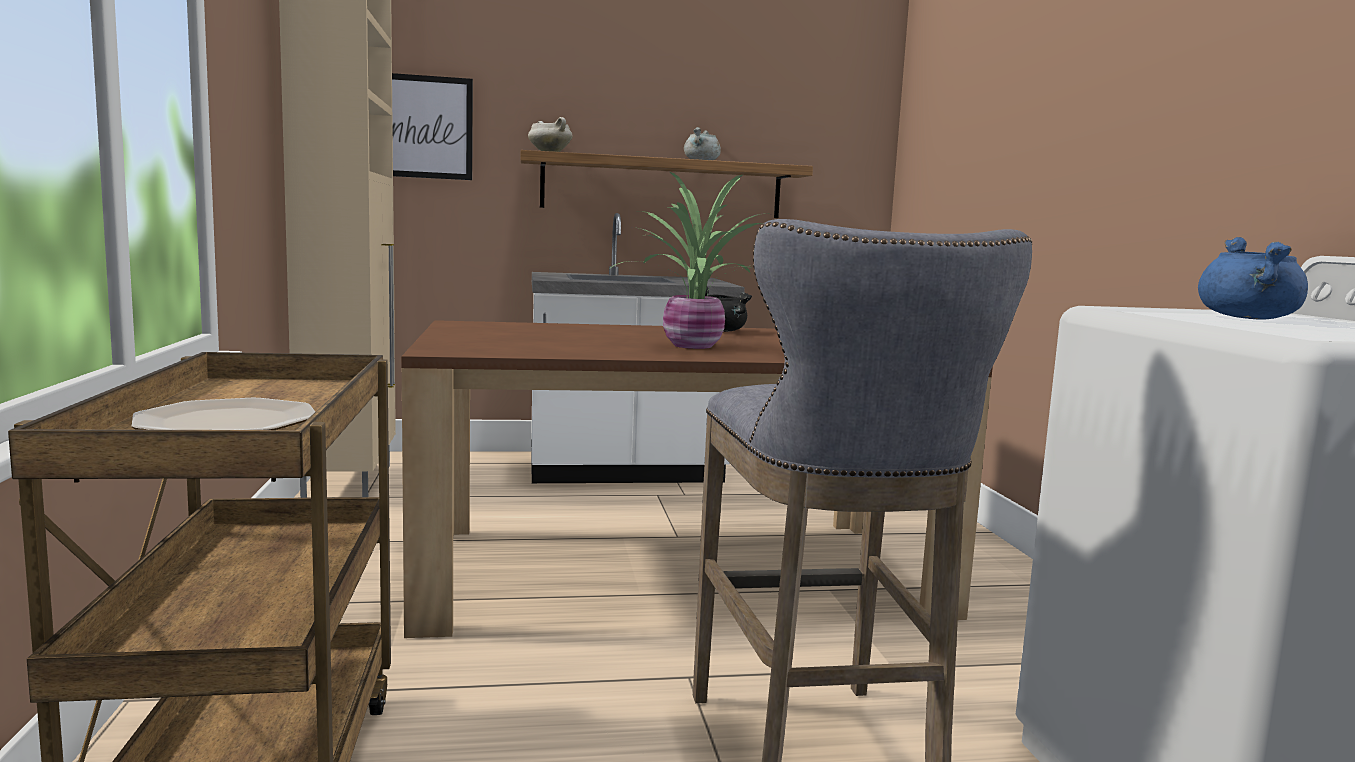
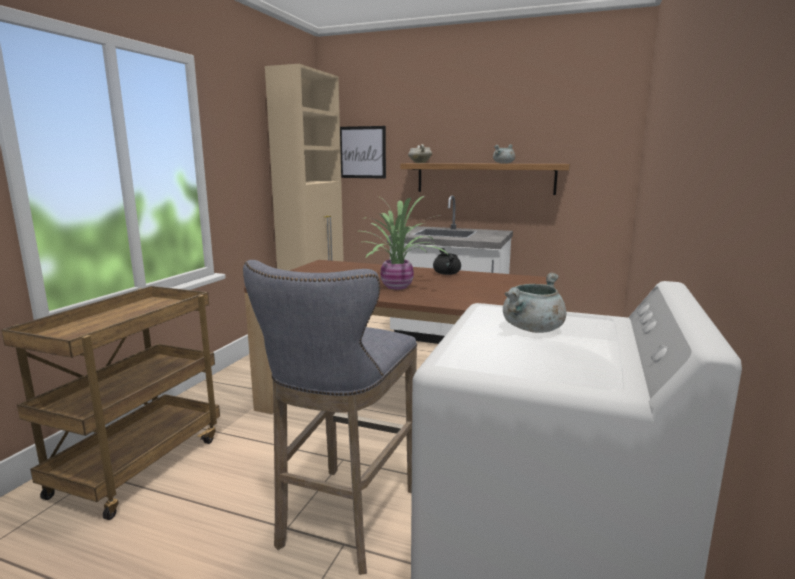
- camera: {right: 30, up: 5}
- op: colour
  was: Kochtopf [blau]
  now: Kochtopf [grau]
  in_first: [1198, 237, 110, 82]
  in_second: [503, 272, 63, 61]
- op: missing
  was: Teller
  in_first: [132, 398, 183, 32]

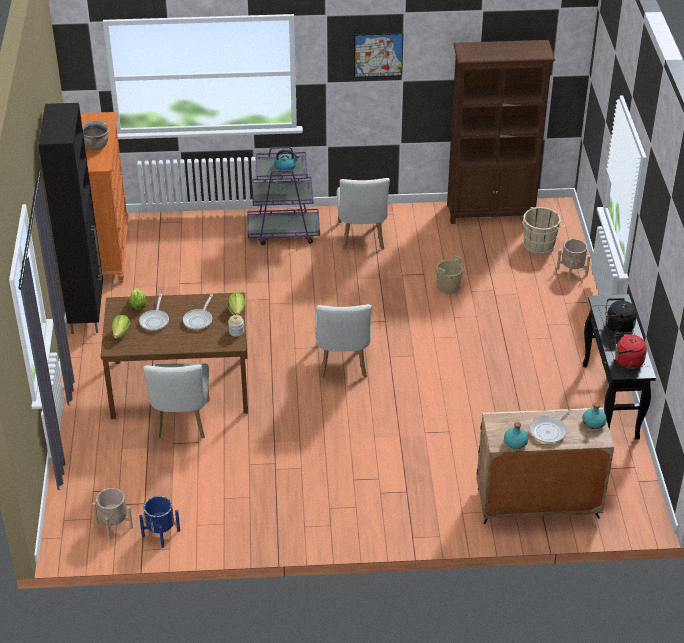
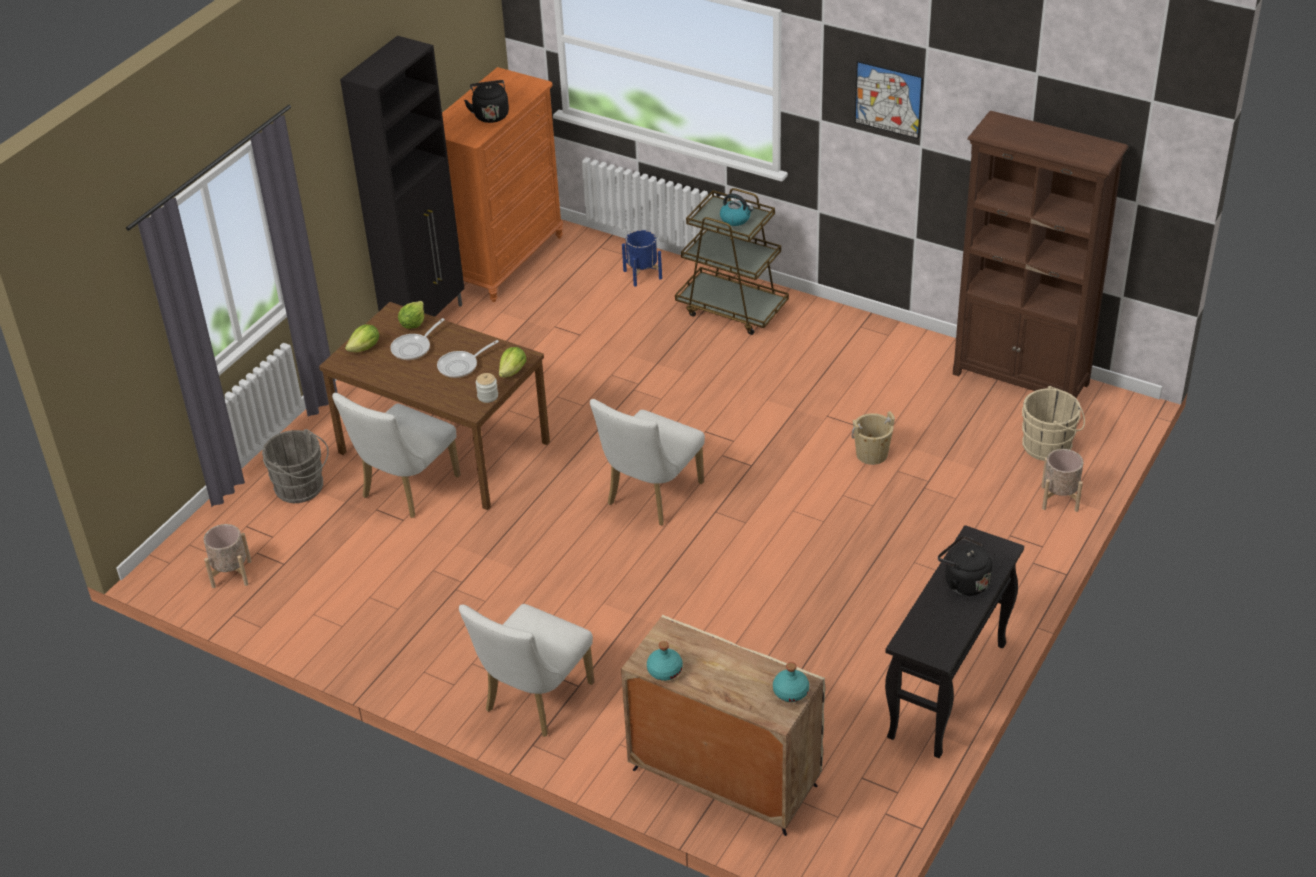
- camera: {right: 35, up: 0}
- op: appeared
  now: Eimer [grau]
  in_second: [262, 429, 67, 74]
- op: relocated
  was: Stuhl [weiß]
  in_first: [337, 178, 53, 73]
  in_second: [459, 604, 136, 132]
- op: exchanged
  was: Kochtopf [braun]
  now: Wasserkessel [schwarz]
  in_first: [82, 121, 27, 29]
  in_second: [464, 80, 45, 43]
- op: relocated
  was: Pflanzkübel [blau]
  in_first: [139, 496, 41, 52]
  in_second: [622, 230, 40, 57]
- op: colour
  was: Rollwagen [lila]
  now: Rollwagen [braun]
  in_first: [247, 147, 73, 98]
  in_second: [675, 188, 114, 147]
- op: missing
  was: Pfanne
  in_first: [530, 409, 41, 34]
- op: missing
  was: Wasserkessel [rot]
  in_first: [615, 332, 32, 37]

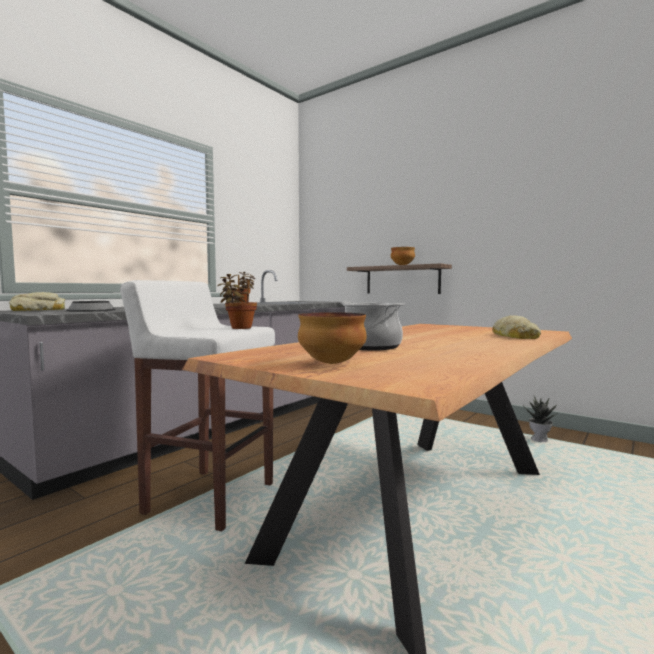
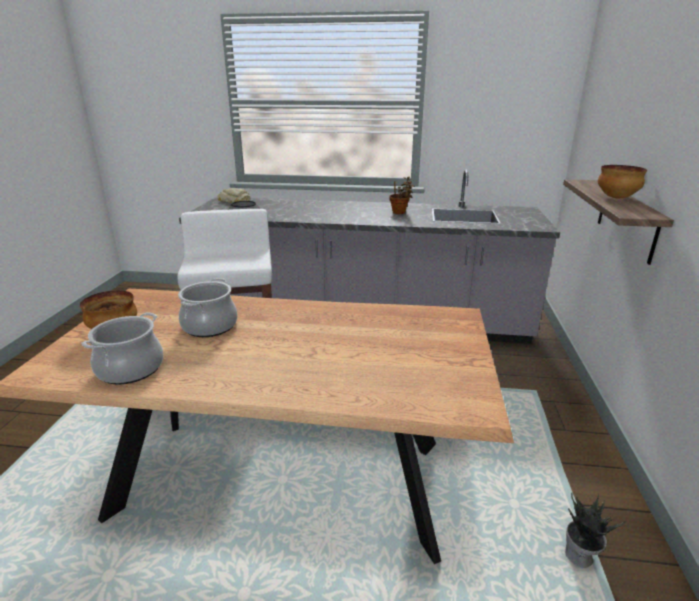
- camera: {right: 60, up: 20}
- op: appeared
  now: Kochtopf
  in_second: [81, 313, 82, 71]
- op: missing
  was: Topfpflanze
  in_first: [217, 274, 40, 55]
- op: missing
  was: Brot
  in_first: [492, 315, 49, 24]

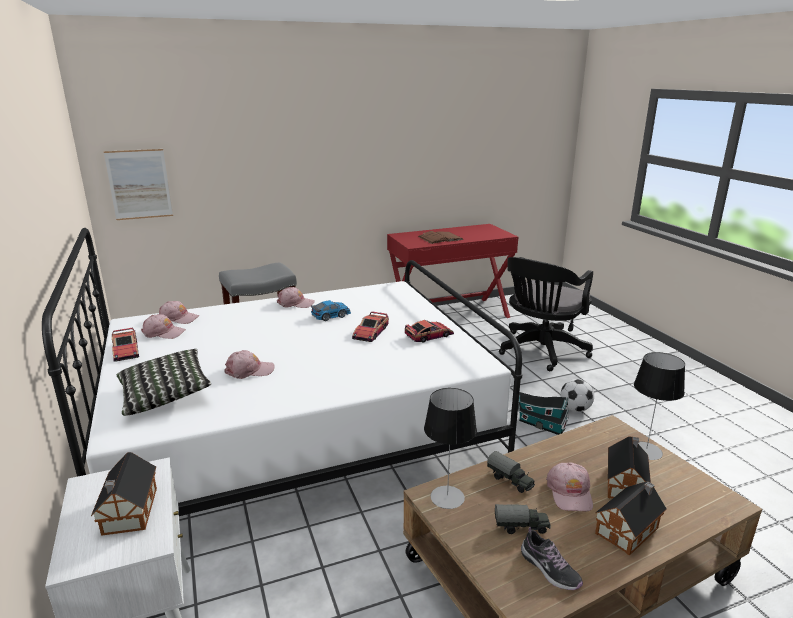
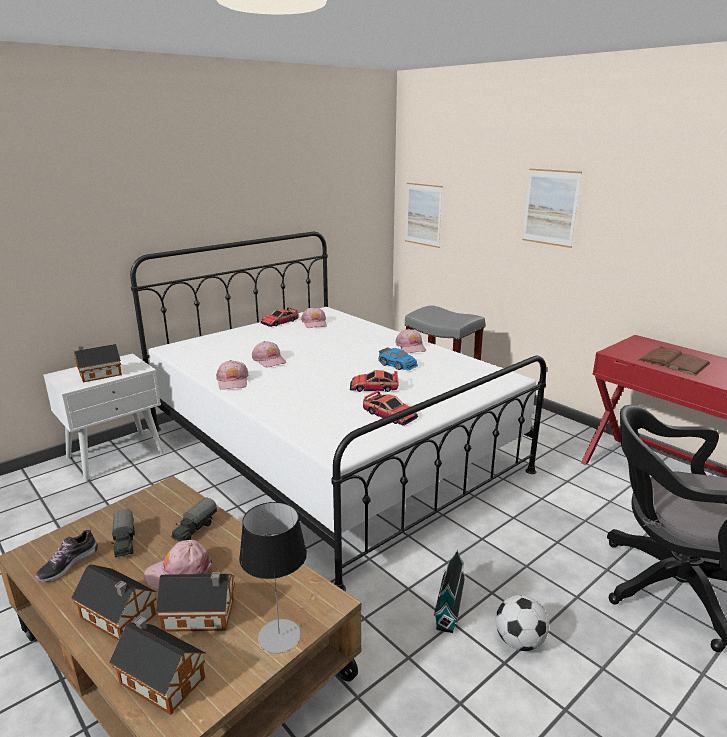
- camera: {right: 70, up: 0}
- op: appeared
  now: Spielzeughaus
  in_second: [109, 616, 97, 99]
- op: relocated
  was: Kappe [rosa]
  in_first: [159, 301, 40, 23]
  in_second: [216, 360, 33, 30]
- op: appeared
  now: Bild
  in_second: [522, 168, 60, 80]
- op: missing
  was: Kissen
  in_first: [117, 349, 94, 67]
- op: missing
  was: Tischlampe
  in_first: [424, 388, 53, 121]

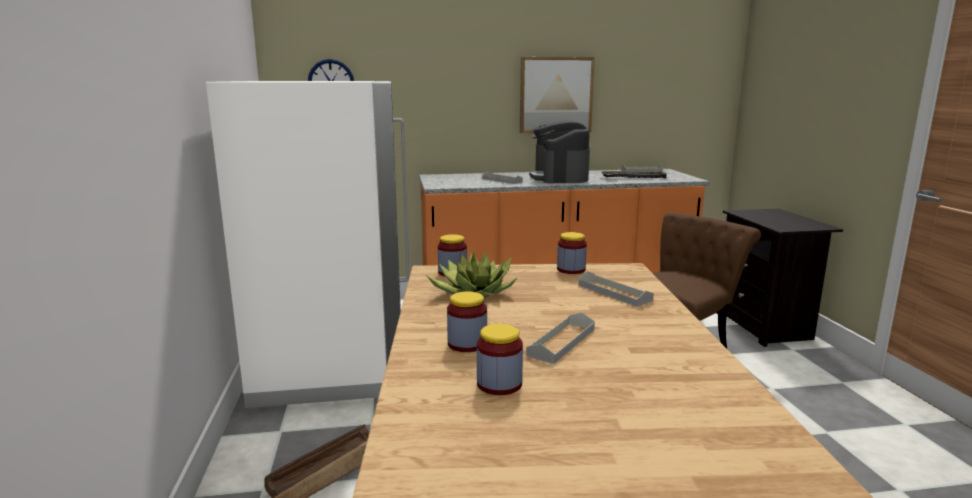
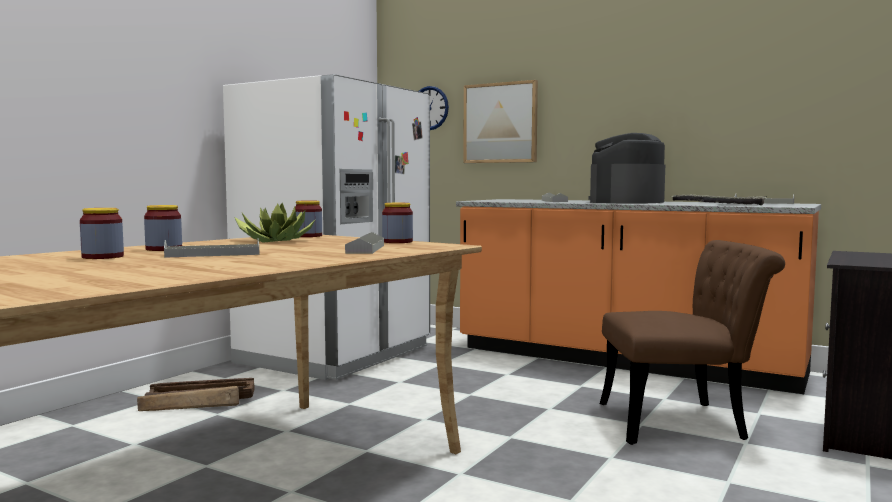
- camera: {right: 40, up: -10}
- op: relocated
  was: Bild
  in_first: [520, 57, 75, 76]
  in_second: [463, 80, 75, 83]

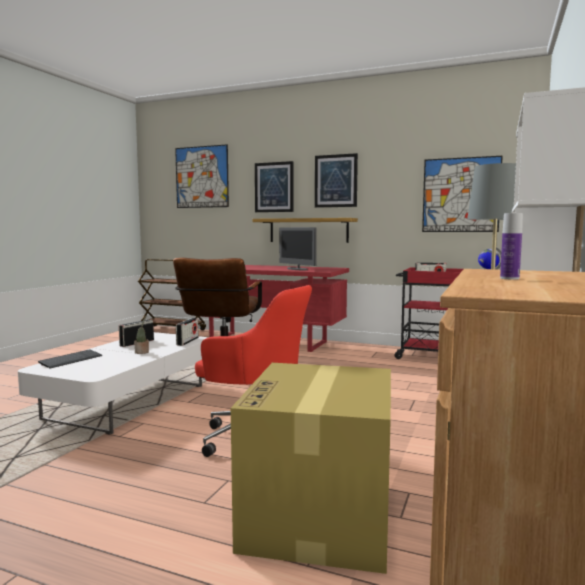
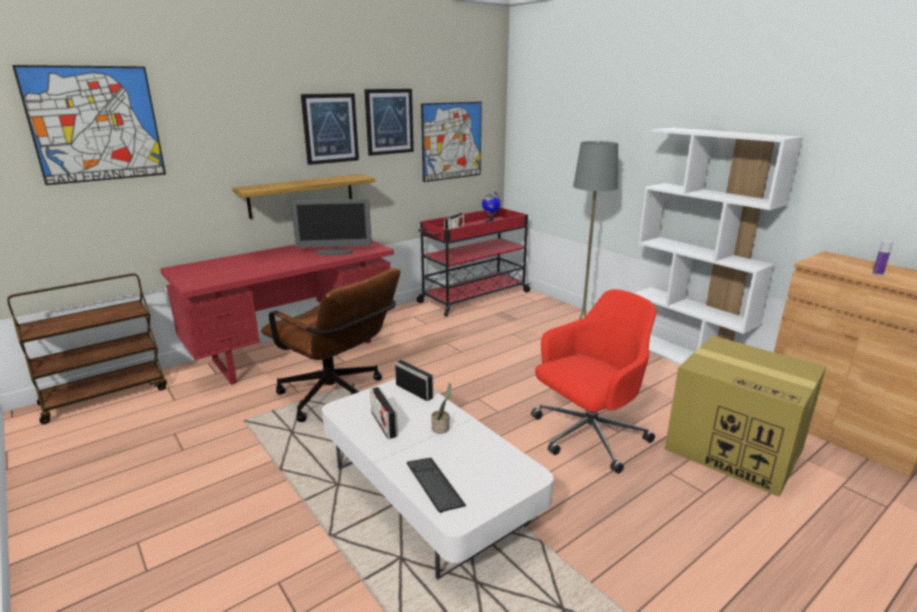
- camera: {right: -60, up: 15}
- op: relocated
  was: Bild
  in_first: [255, 161, 39, 51]
  in_second: [364, 89, 50, 67]

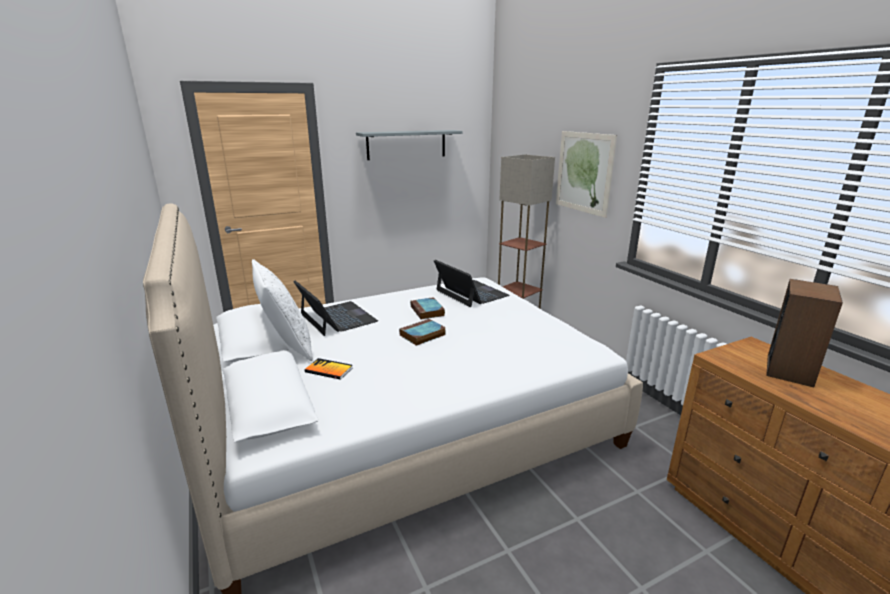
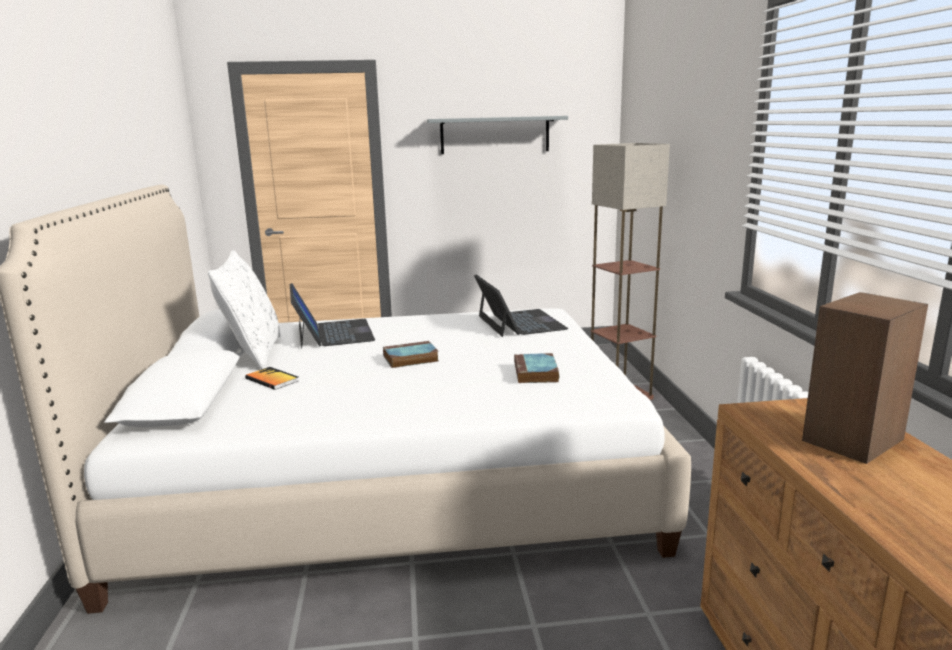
- camera: {right: 20, up: -5}
- op: relocated
  was: Buch
  in_first: [410, 297, 35, 23]
  in_second: [514, 353, 45, 30]
- op: missing
  was: Bild
  in_first: [556, 131, 61, 87]

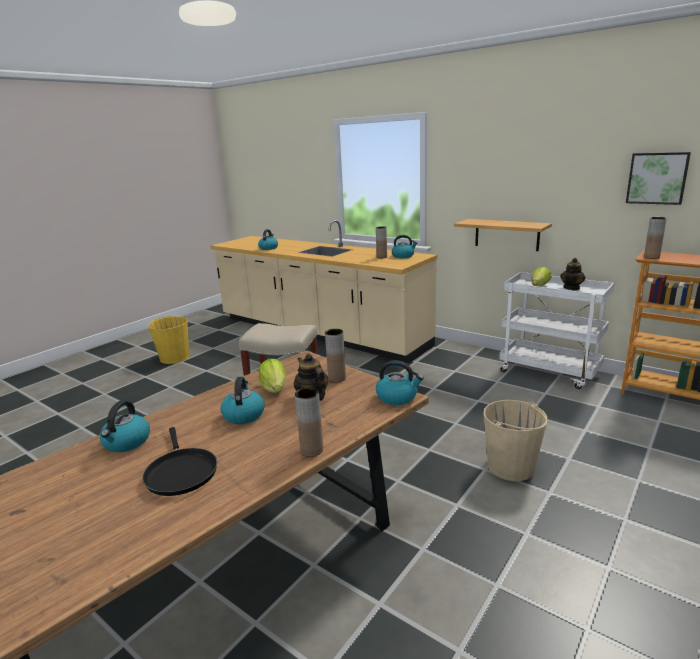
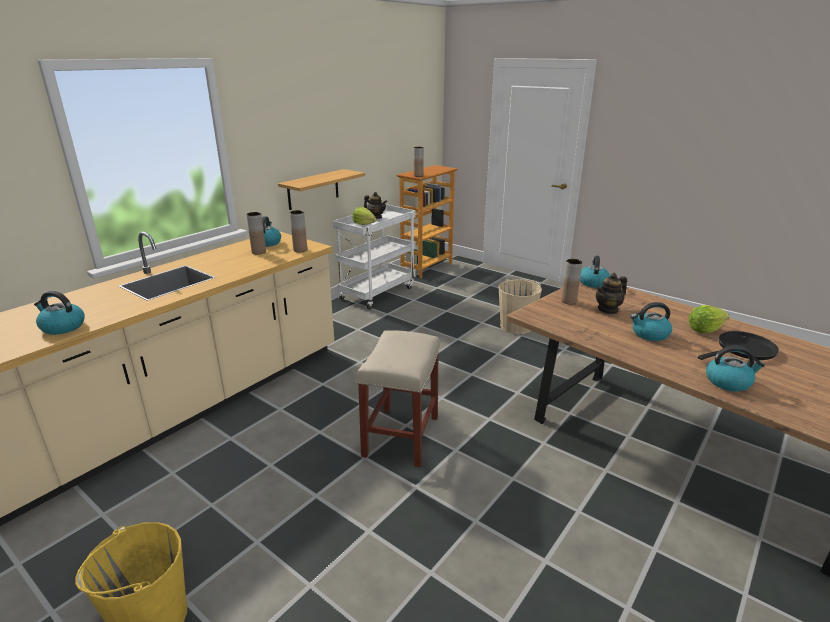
- camera: {right: -90, up: 5}
- op: relocated
  was: Vase [braun]
  in_first: [295, 387, 28, 70]
  in_second: [290, 210, 17, 42]
- op: relocated
  was: Salatkopf
  in_first: [259, 359, 27, 34]
  in_second: [689, 305, 40, 28]
- op: missing
  was: Bild
  in_first: [626, 152, 65, 53]

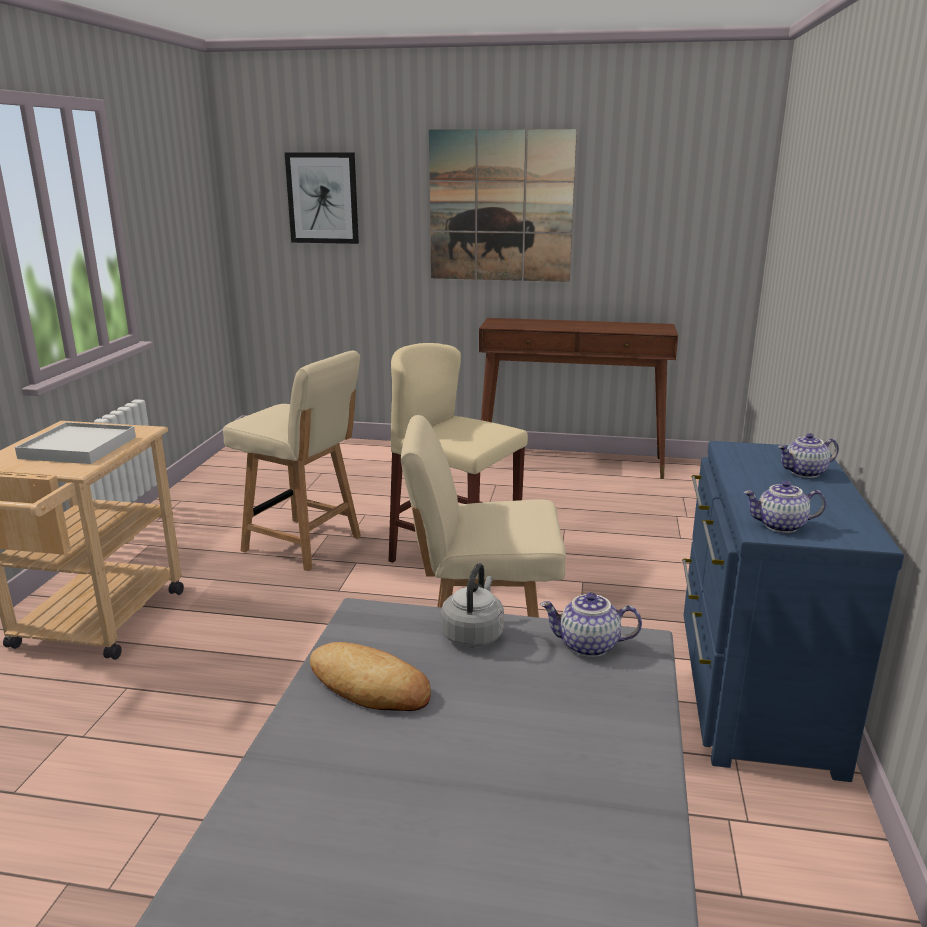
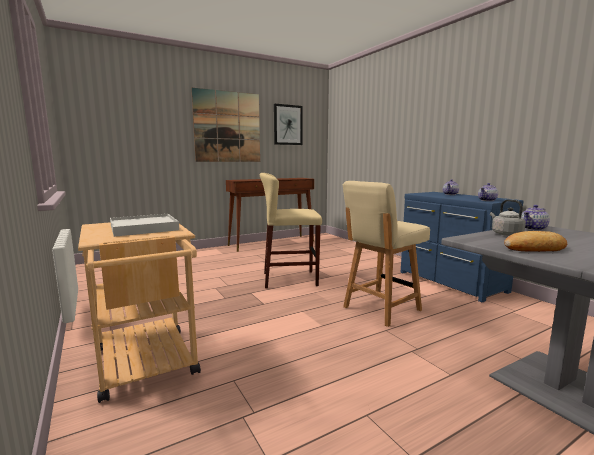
- camera: {right: -40, up: -10}
- op: relocated
  was: Bild
  in_first: [285, 153, 74, 91]
  in_second: [274, 104, 29, 41]
- op: missing
  was: Stuhl [beige]
  in_first: [223, 351, 138, 220]

